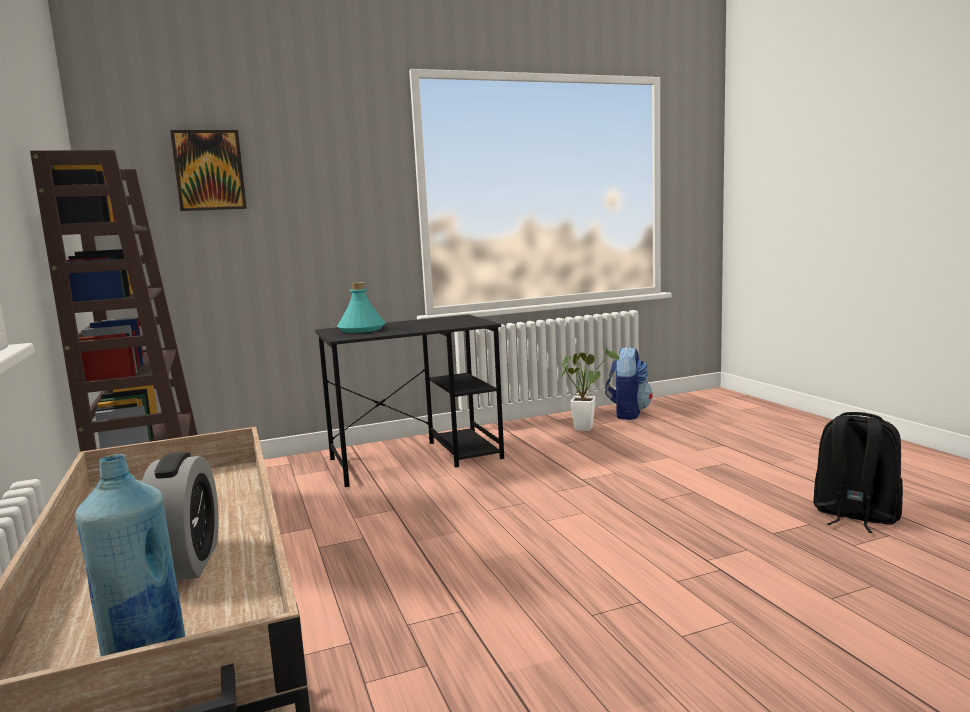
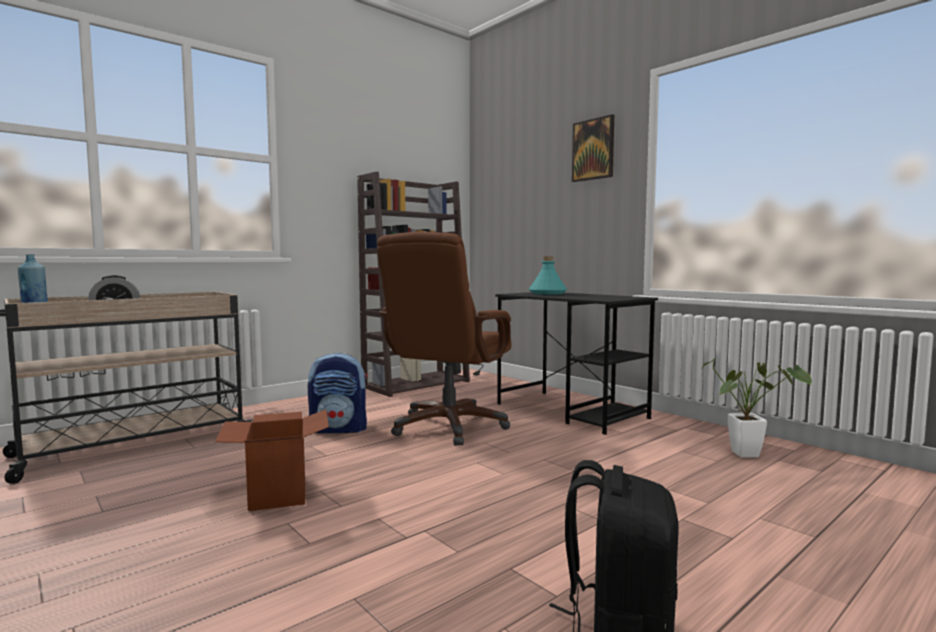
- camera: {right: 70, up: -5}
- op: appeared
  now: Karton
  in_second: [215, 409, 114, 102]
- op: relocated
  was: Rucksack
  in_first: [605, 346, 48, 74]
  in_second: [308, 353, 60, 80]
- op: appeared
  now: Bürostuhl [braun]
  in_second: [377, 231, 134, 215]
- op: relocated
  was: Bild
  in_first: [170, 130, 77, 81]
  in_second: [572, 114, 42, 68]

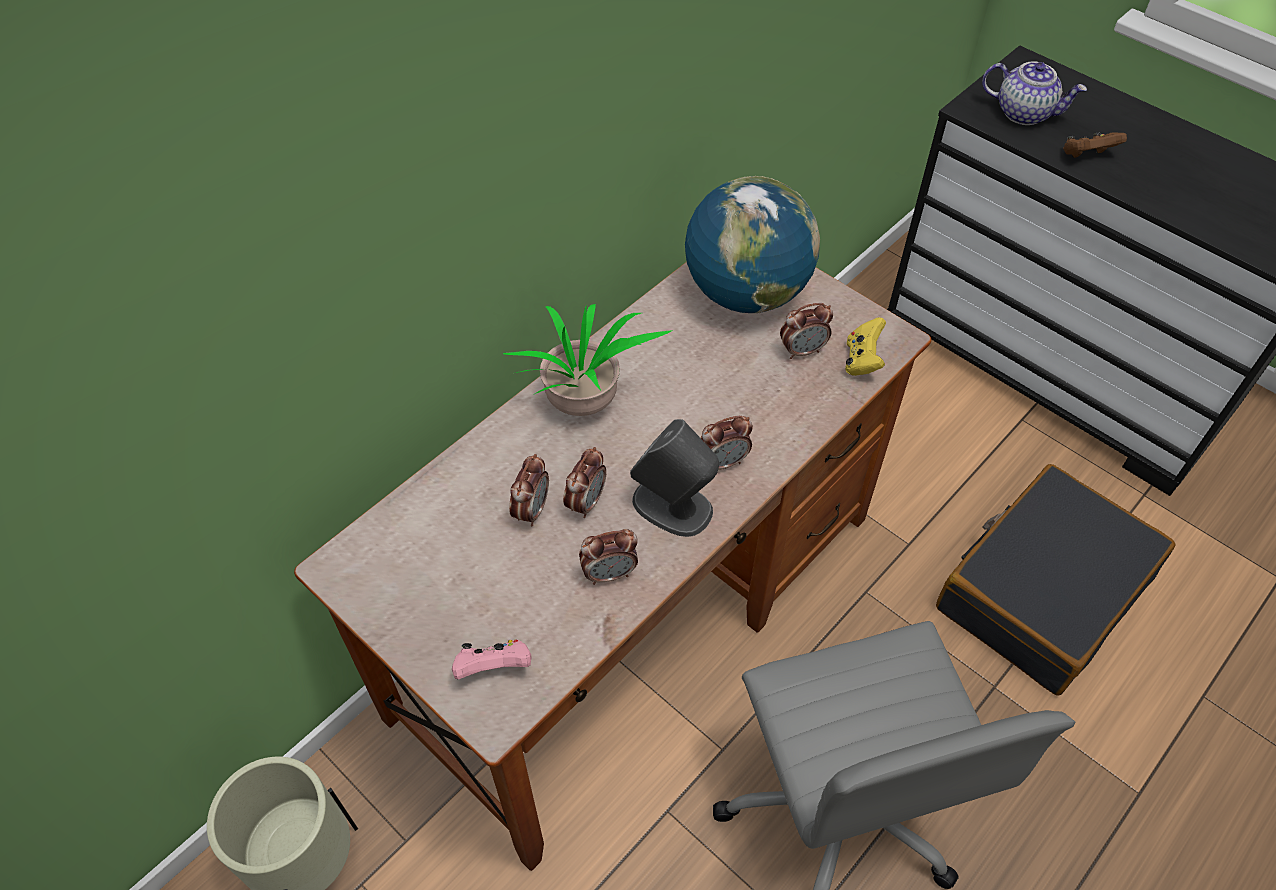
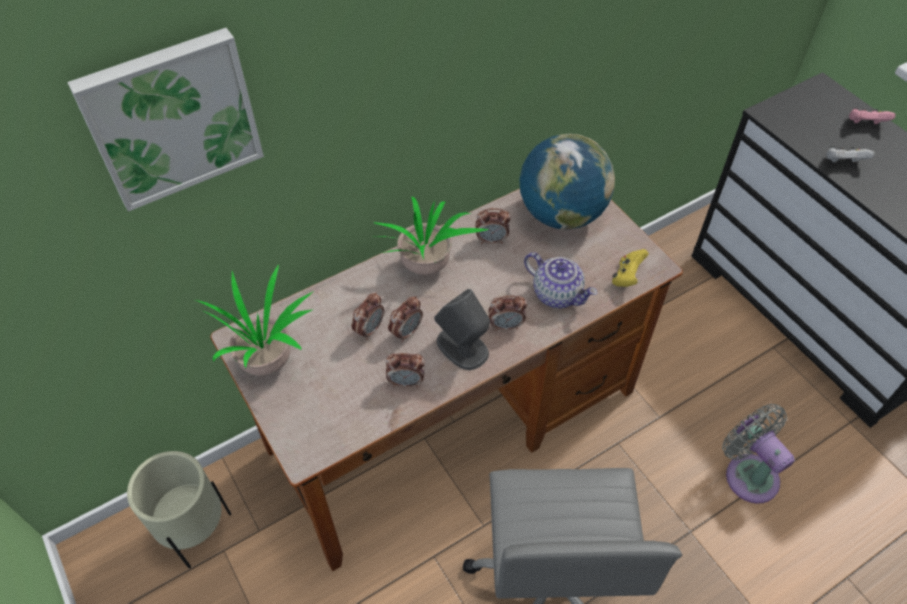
- camera: {right: 15, up: 0}
- op: appeared
  now: Bild
  in_second: [67, 28, 197, 184]
- op: appeared
  now: Topfpflanze
  in_second: [195, 264, 119, 112]
- op: relocated
  was: Wecker
  in_first: [780, 303, 53, 56]
  in_second: [475, 208, 36, 36]
- op: relocated
  was: Teekanne
  in_first: [982, 61, 105, 64]
  in_second: [524, 252, 73, 56]
- op: exchanged
  was: Koffer [schwarz]
  now: Ventilator [grau]
  in_first: [936, 464, 239, 232]
  in_second: [722, 404, 73, 100]
- op: colour
  was: Gamepad [braun]
  now: Gamepad [weiß]
  in_first: [1063, 132, 64, 26]
  in_second: [826, 146, 48, 16]
- op: relocated
  was: Gamepad [rosa]
  in_first: [452, 639, 79, 40]
  in_second: [849, 107, 47, 17]

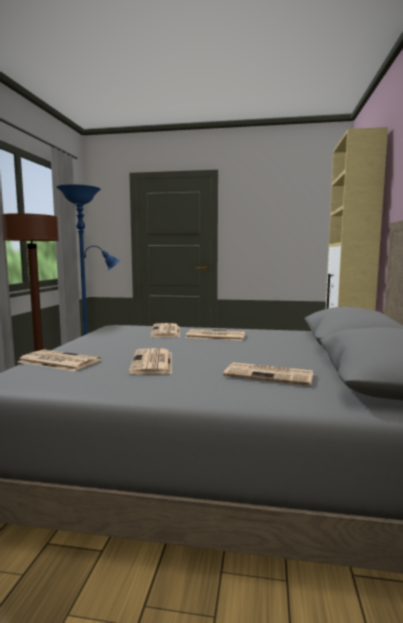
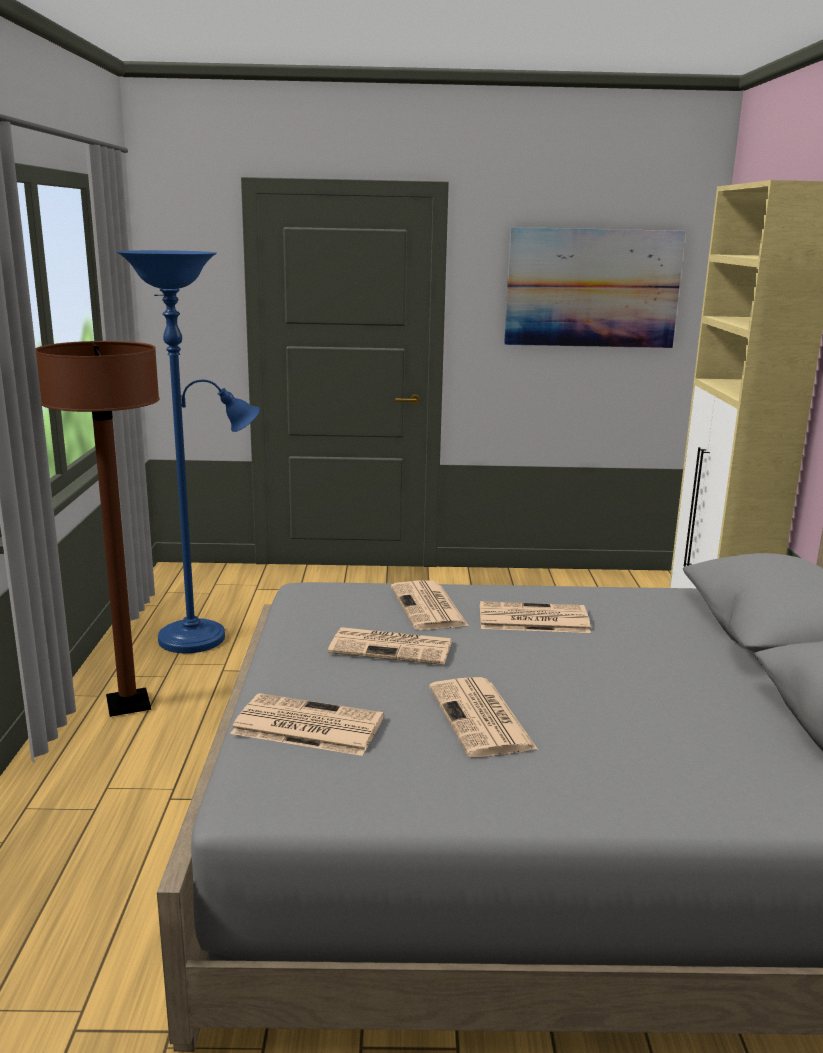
- camera: {right: -10, up: 10}
- op: relocated
  was: Zeitung
  in_first: [223, 362, 91, 24]
  in_second: [328, 627, 124, 38]
- op: appeared
  now: Bild
  in_second: [504, 227, 182, 121]

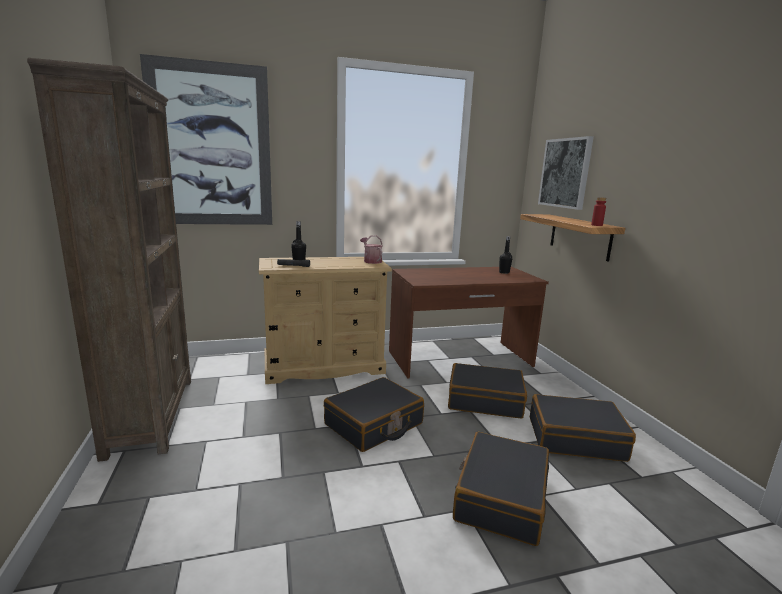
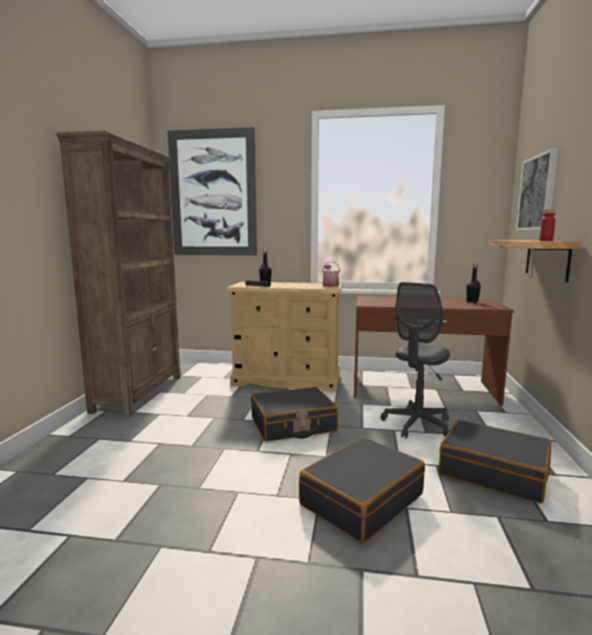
- camera: {right: 25, up: -5}
- op: exchanged
  was: Koffer [schwarz]
  now: Bürostuhl [grau]
  in_first: [448, 363, 79, 56]
  in_second: [381, 282, 69, 157]

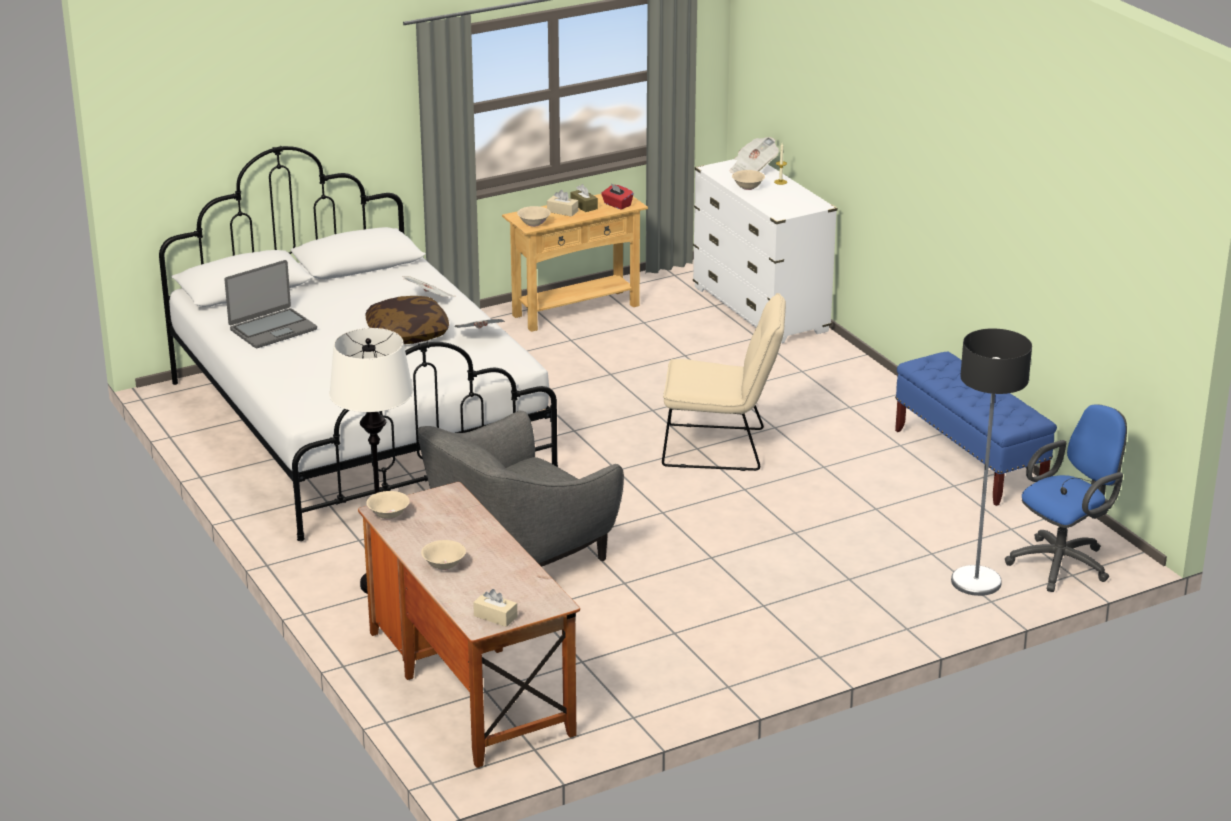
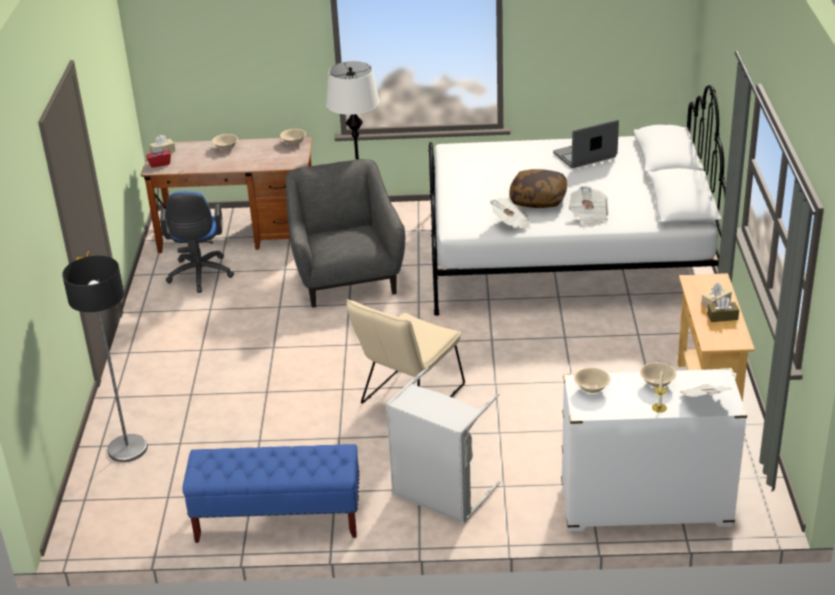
- camera: {right: 120, up: 5}
- op: relocated
  was: Taschentuchbox [rot]
  in_first: [601, 183, 33, 27]
  in_second: [146, 146, 25, 22]
- op: relocated
  was: Bürostuhl [blau]
  in_first: [1005, 404, 122, 188]
  in_second: [160, 191, 74, 102]
- op: appeared
  now: Wäschekorb [grau]
  in_second: [386, 367, 115, 158]
- op: spun
  was: Laptop
  in_first: [224, 260, 93, 88]
  in_second: [553, 119, 66, 49]
  clockwise: 75
- op: relocated
  was: Schüssel [beige]
  in_first: [517, 206, 34, 21]
  in_second: [574, 368, 36, 25]

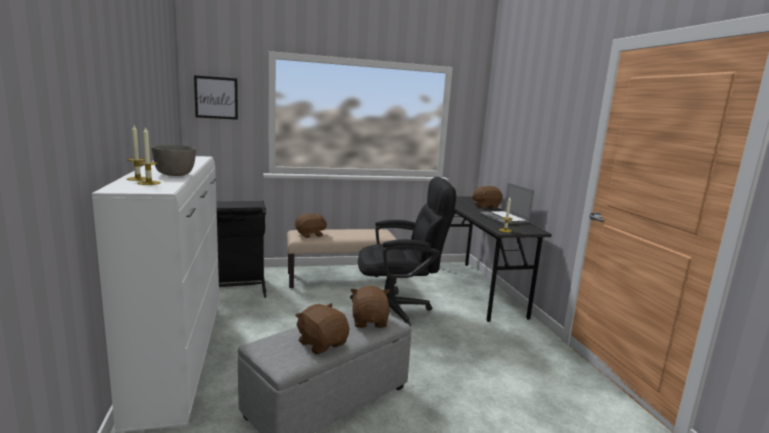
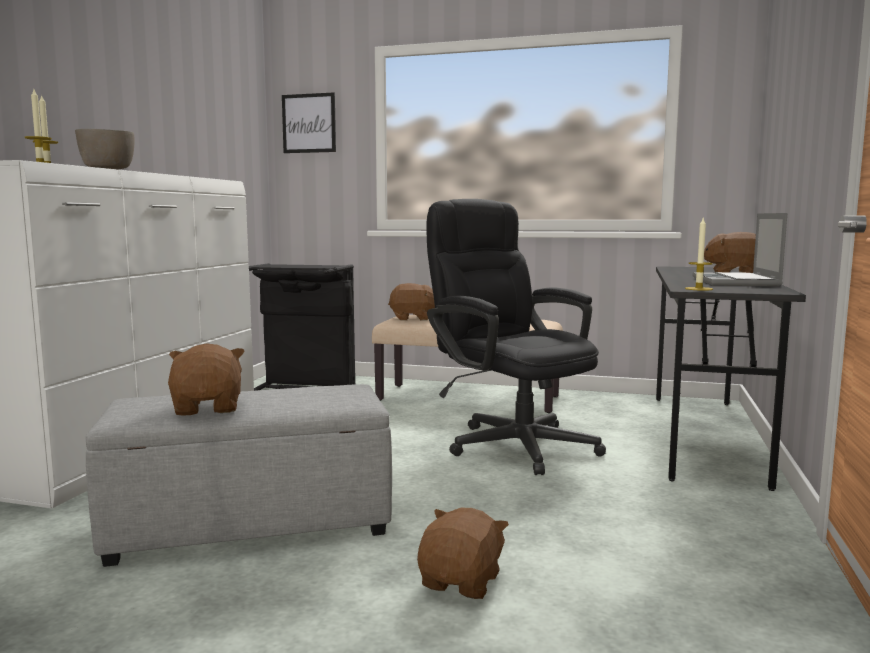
- camera: {right: 30, up: -5}
- op: relocated
  was: Plüschtier [braun]
  in_first: [350, 286, 40, 42]
  in_second: [417, 508, 92, 91]
- op: spun
  was: Bürostuhl [schwarz]
  in_first: [350, 177, 106, 149]
  in_second: [426, 199, 180, 276]
  clockwise: -150

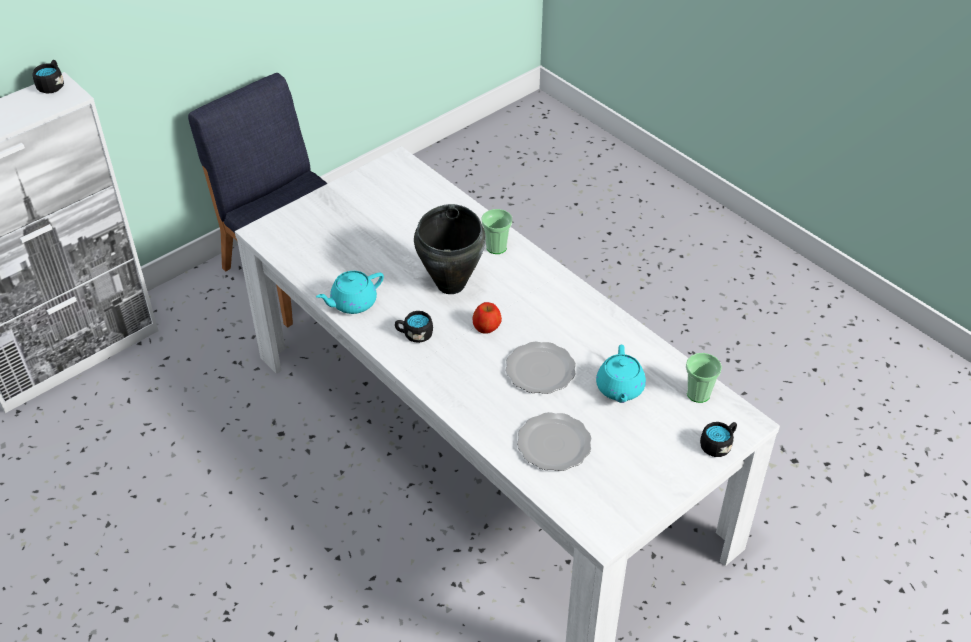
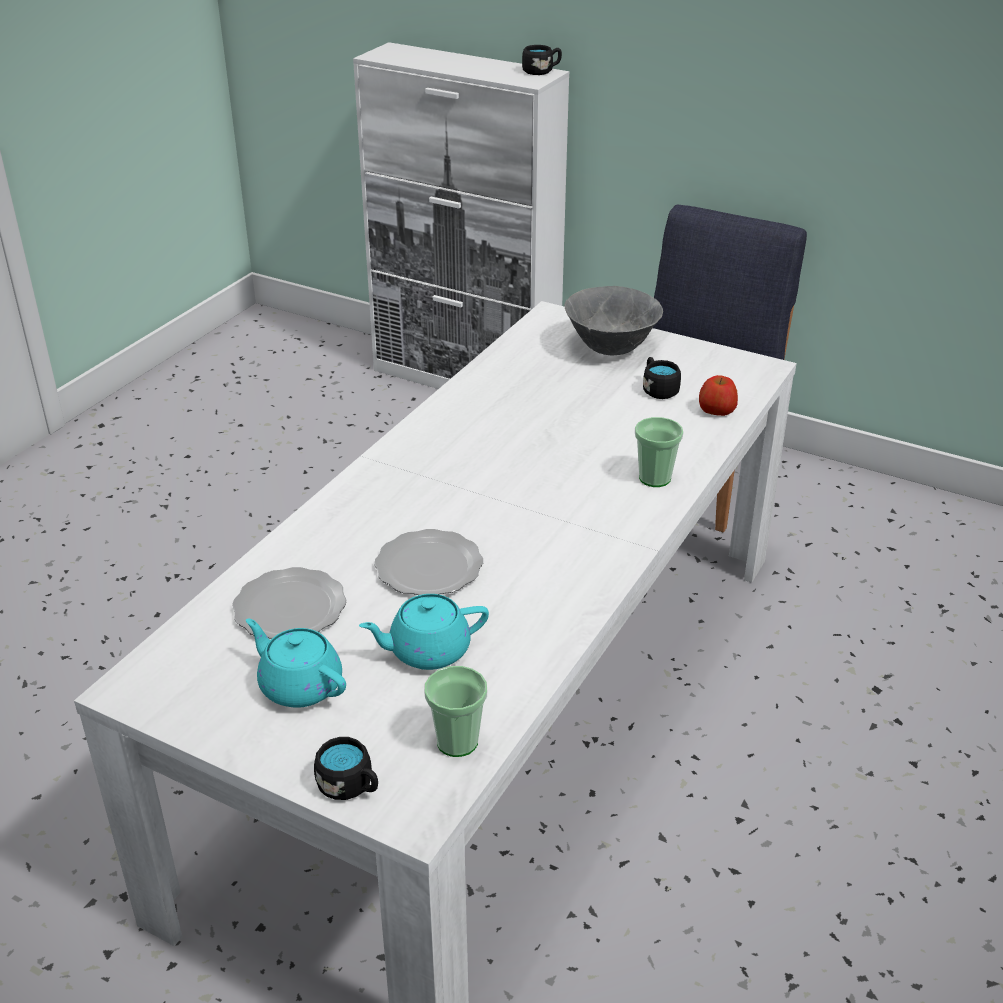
- camera: {right: 70, up: -10}
- op: relocated
  was: Teekanne [türkis]
  in_first: [316, 271, 68, 43]
  in_second: [246, 619, 100, 89]
- op: appeared
  now: Schüssel [grau]
  in_second: [564, 286, 99, 69]
- op: relocated
  was: Henkelbecher [schwarz]
  in_first: [395, 311, 38, 32]
  in_second: [643, 357, 38, 42]
- op: relocated
  was: Apfel
  in_first: [473, 302, 29, 32]
  in_second: [699, 375, 39, 41]
- op: missing
  was: Kochtopf [schwarz]
  in_first: [414, 204, 72, 90]

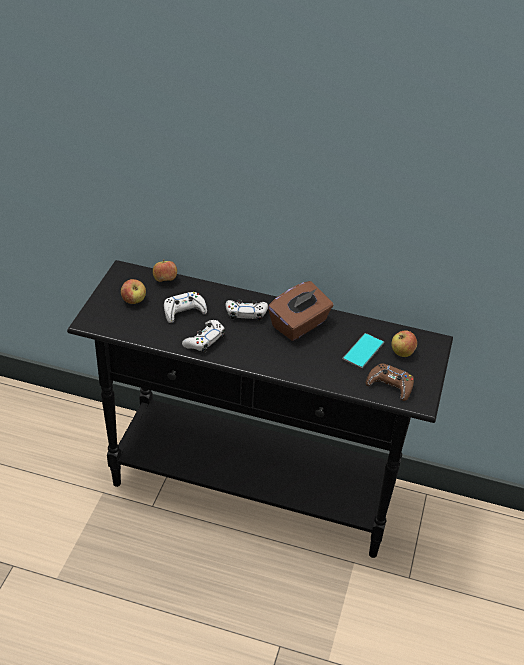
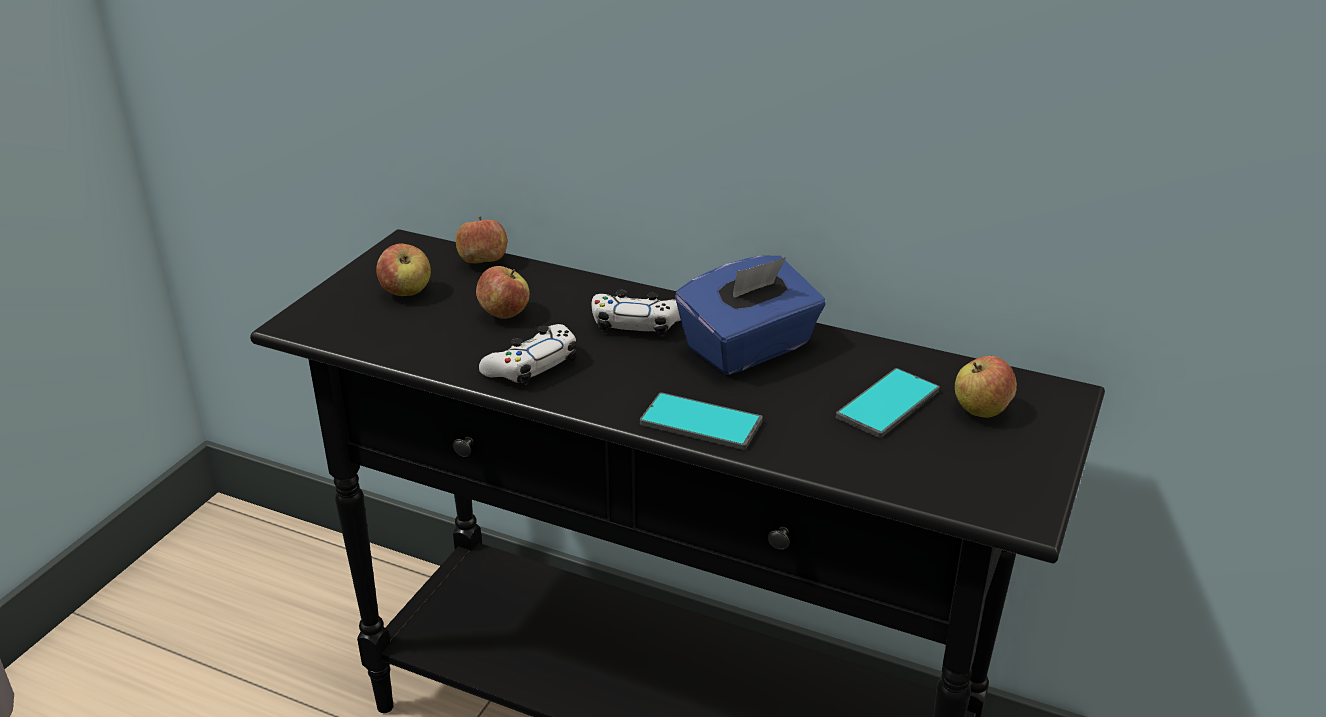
- camera: {right: 10, up: -10}
- op: exchanged
  was: Gamepad [weiß]
  now: Apfel
  in_first: [164, 292, 43, 31]
  in_second: [476, 266, 54, 53]
- op: appeared
  now: Handy
  in_second: [640, 392, 123, 58]
- op: colour
  was: Taschentuchbox [braun]
  now: Taschentuchbox [blau]
  in_first: [268, 281, 66, 60]
  in_second: [675, 256, 151, 119]
- op: missing
  was: Gamepad [braun]
  in_first: [366, 363, 48, 38]

